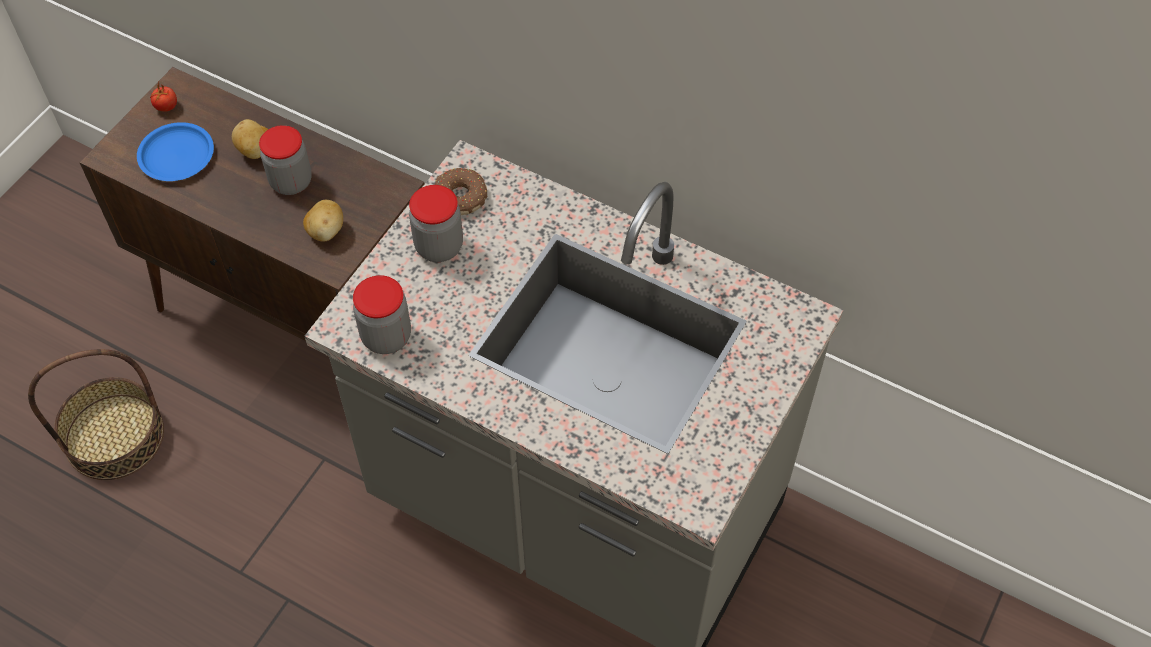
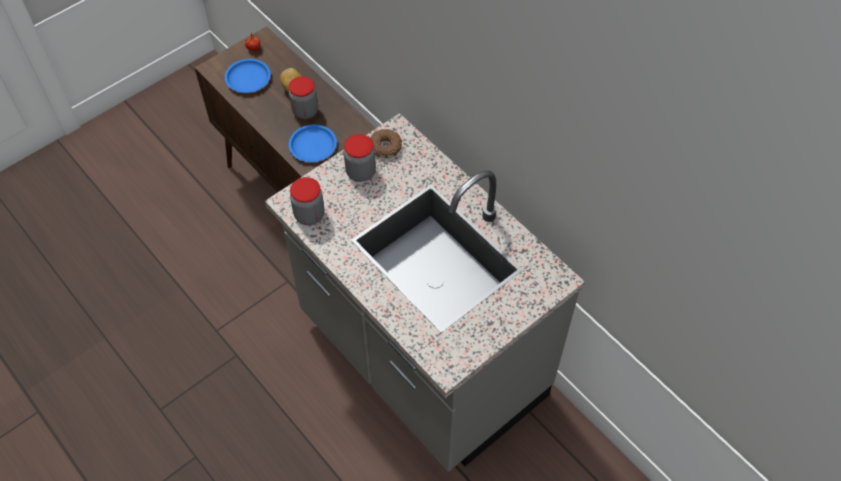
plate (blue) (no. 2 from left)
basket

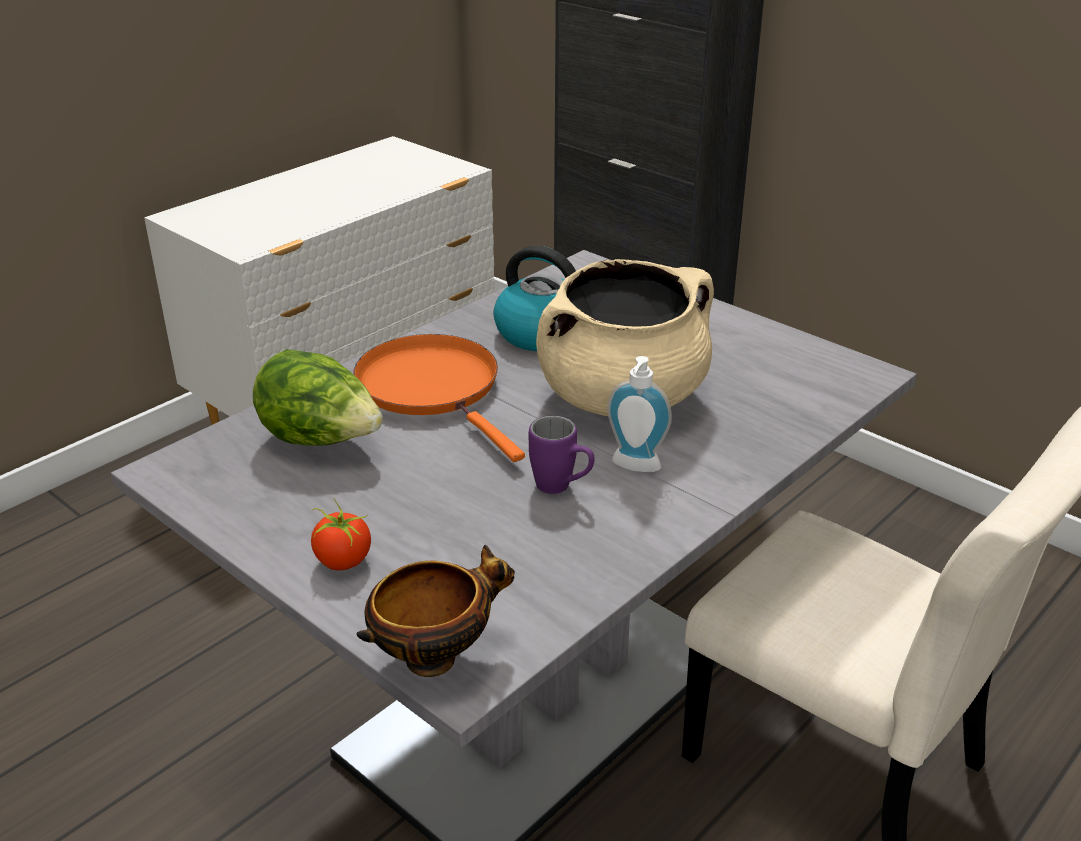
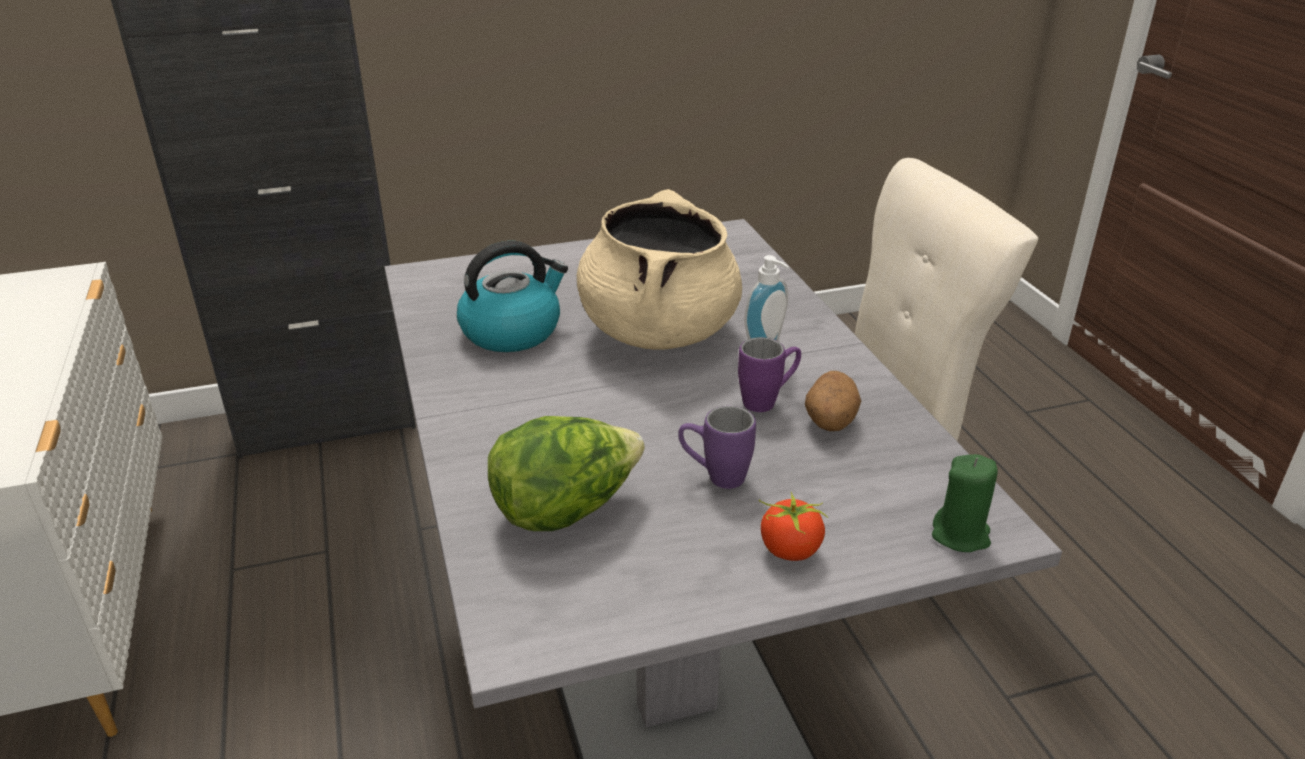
frying pan (orange)
candle (green)
potato
mug (purple) (no. 1 from left)

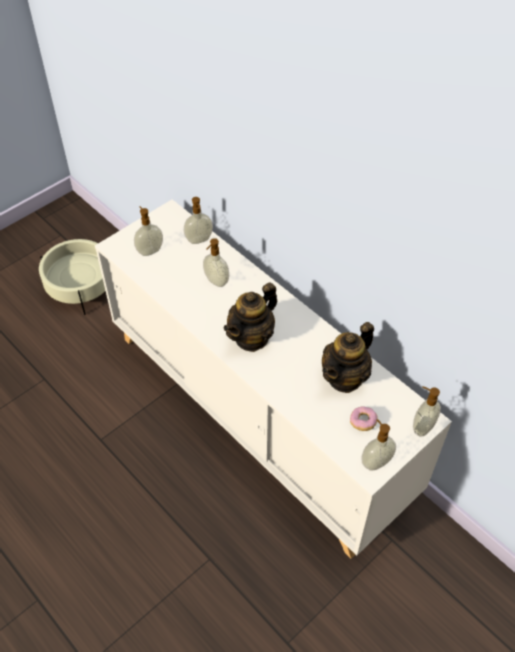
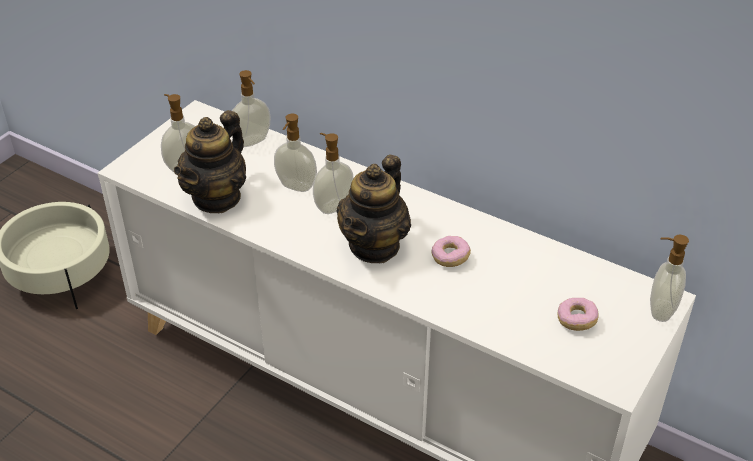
teapot (no. 1 from left)
soap dispenser (no. 4 from left)
donut (no. 1 from left)

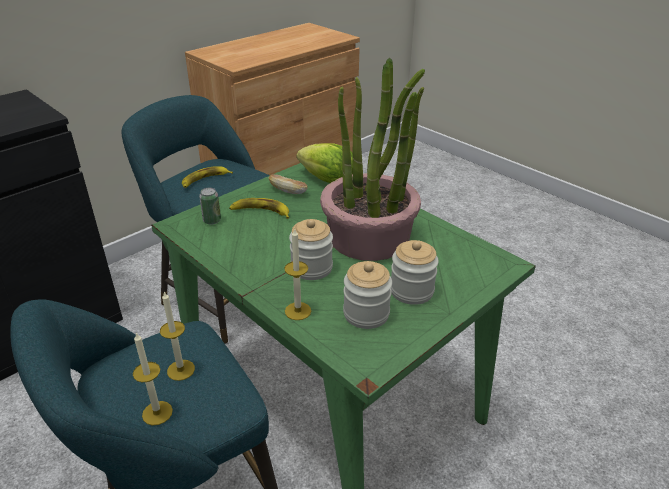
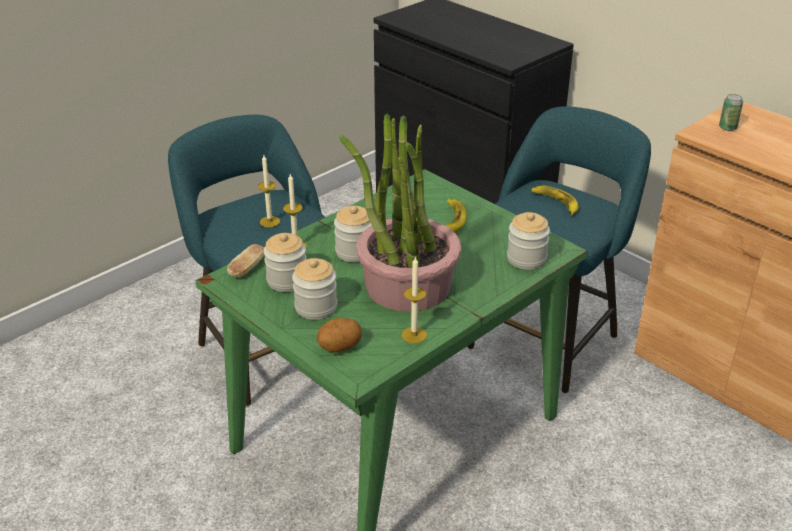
jar (no. 4 from left)
bread
can
candle (no. 3 from left)
potato

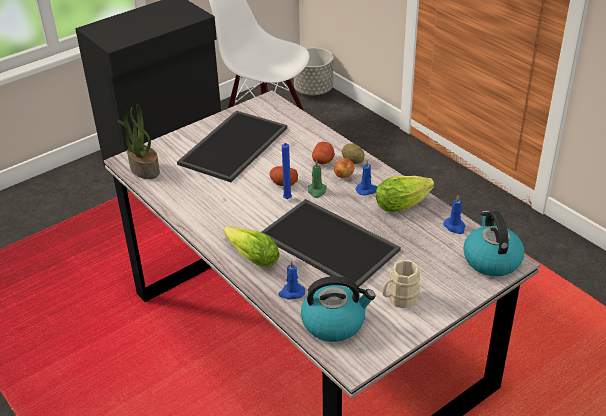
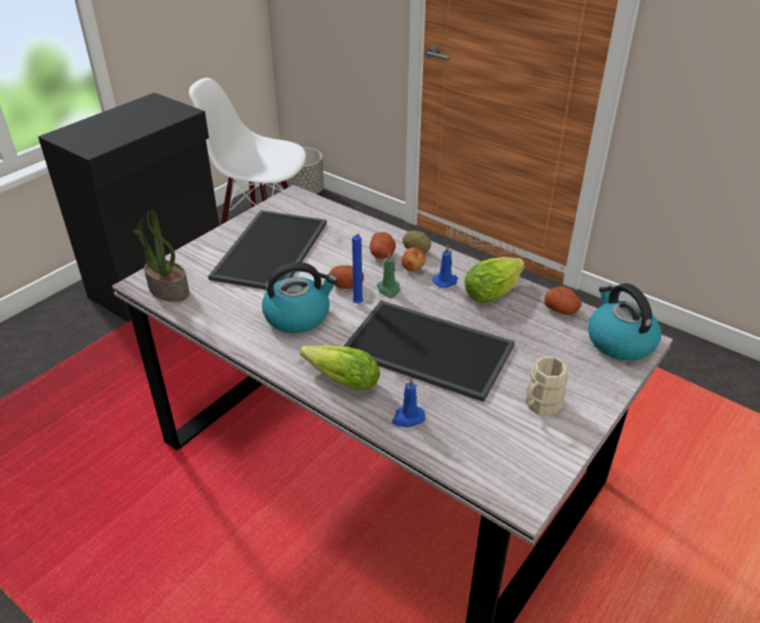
potato (no. 4 from left)
kettle (no. 1 from left)

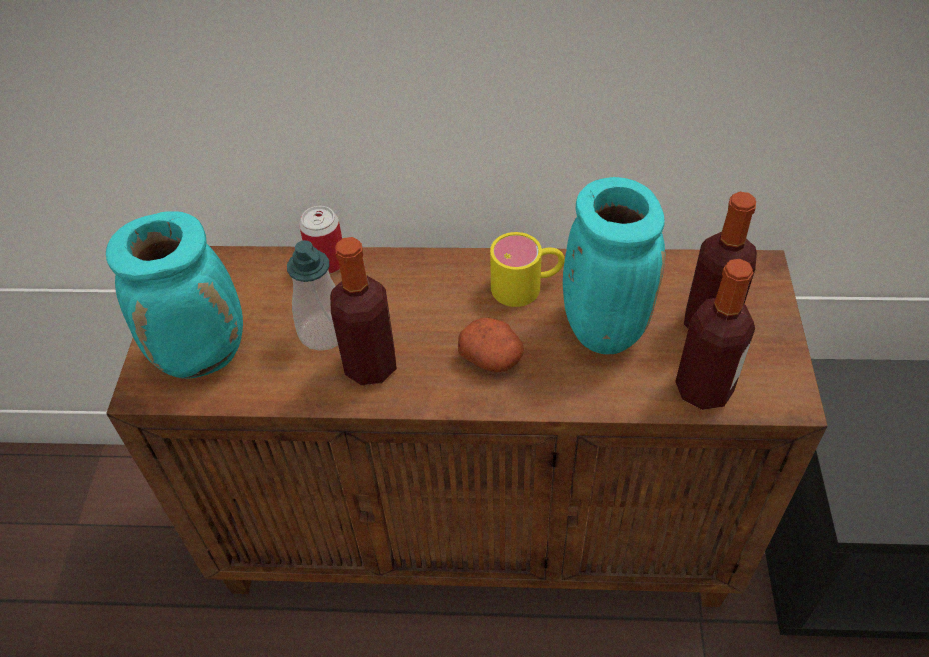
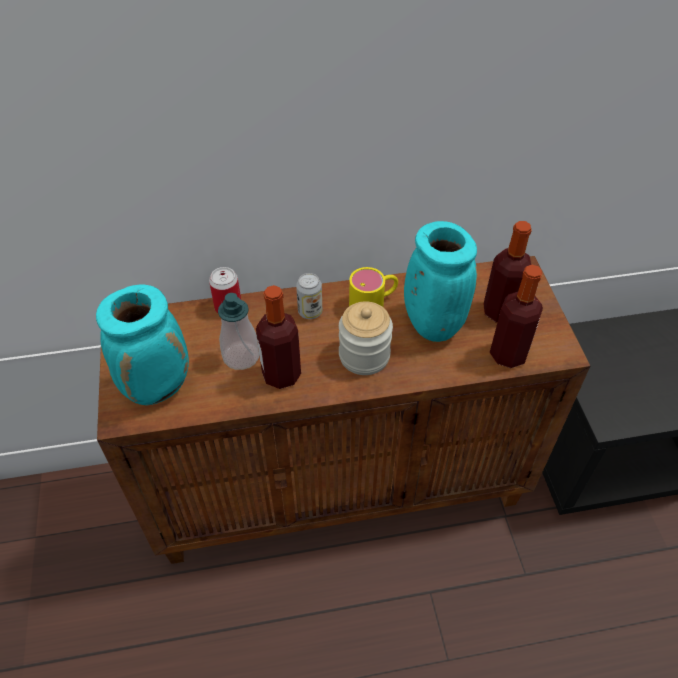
jar
can (no. 2 from left)

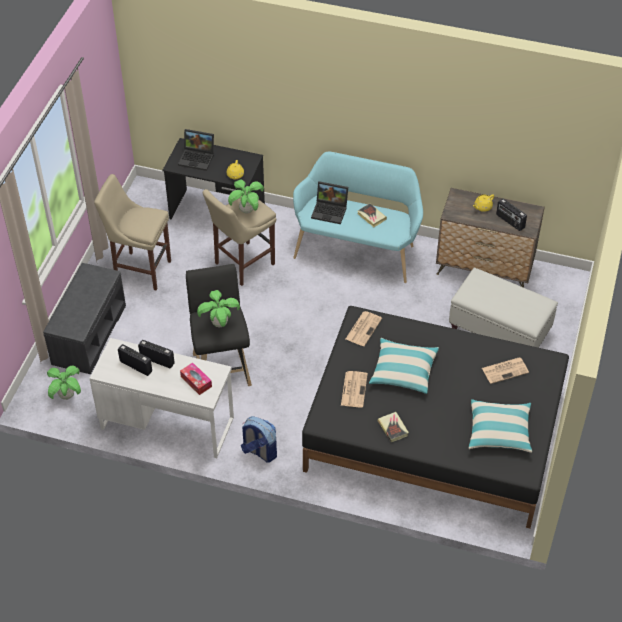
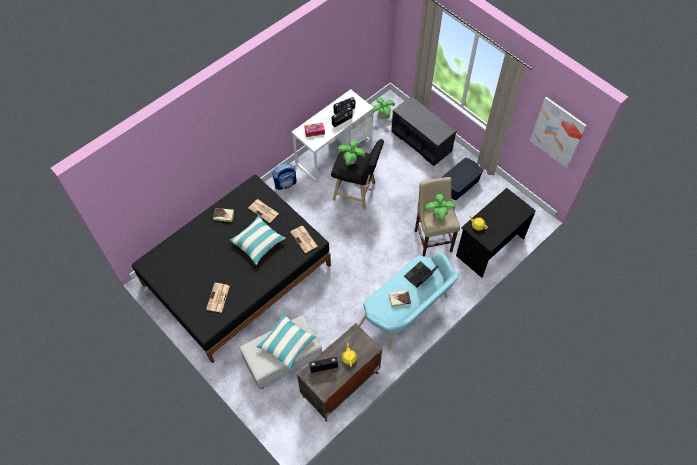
laptop (no. 1 from left in the first image)
storage box (blue)
pillow (no. 2 from left)
picture

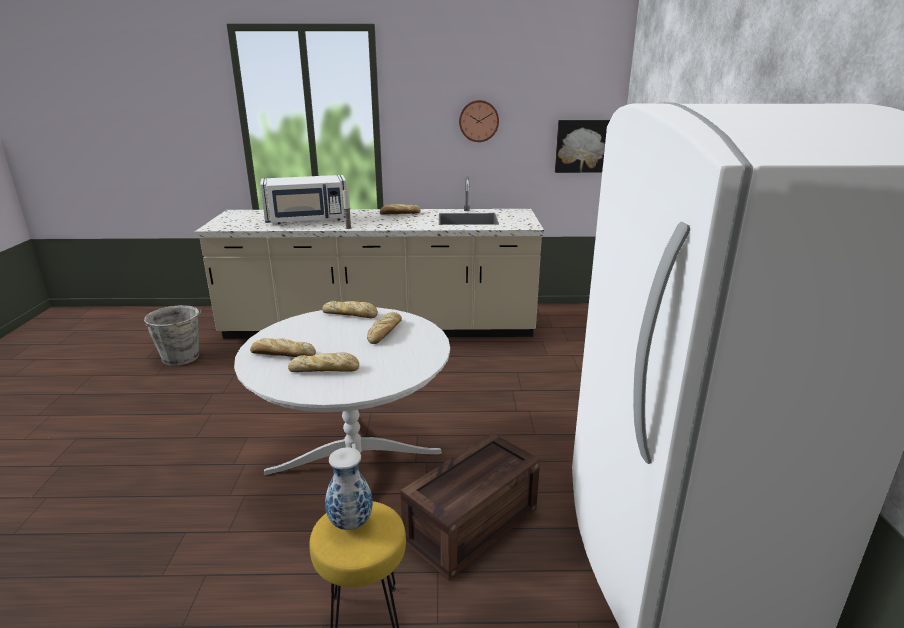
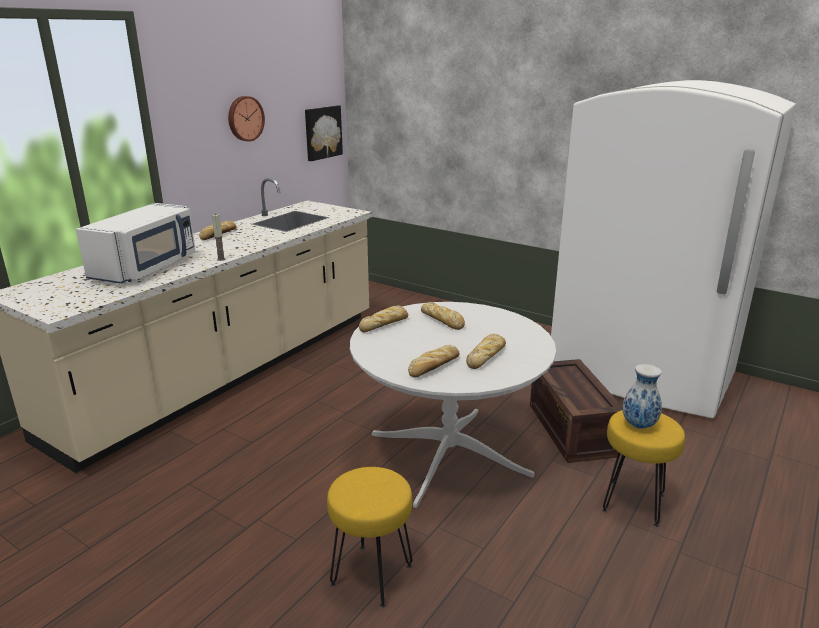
bucket (grey)
stool (yellow) (no. 1 from left)

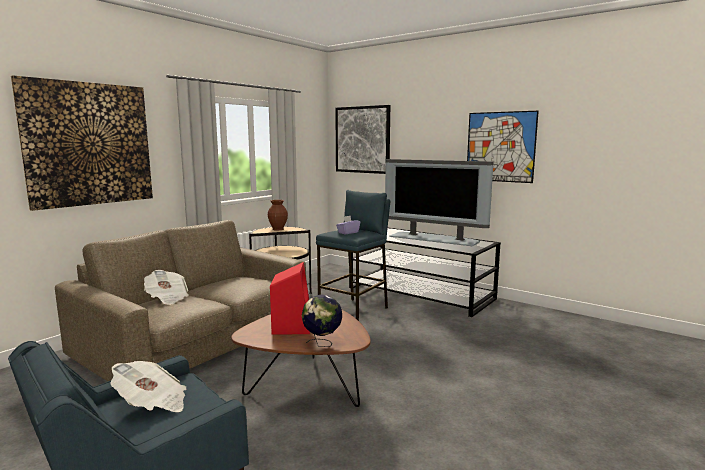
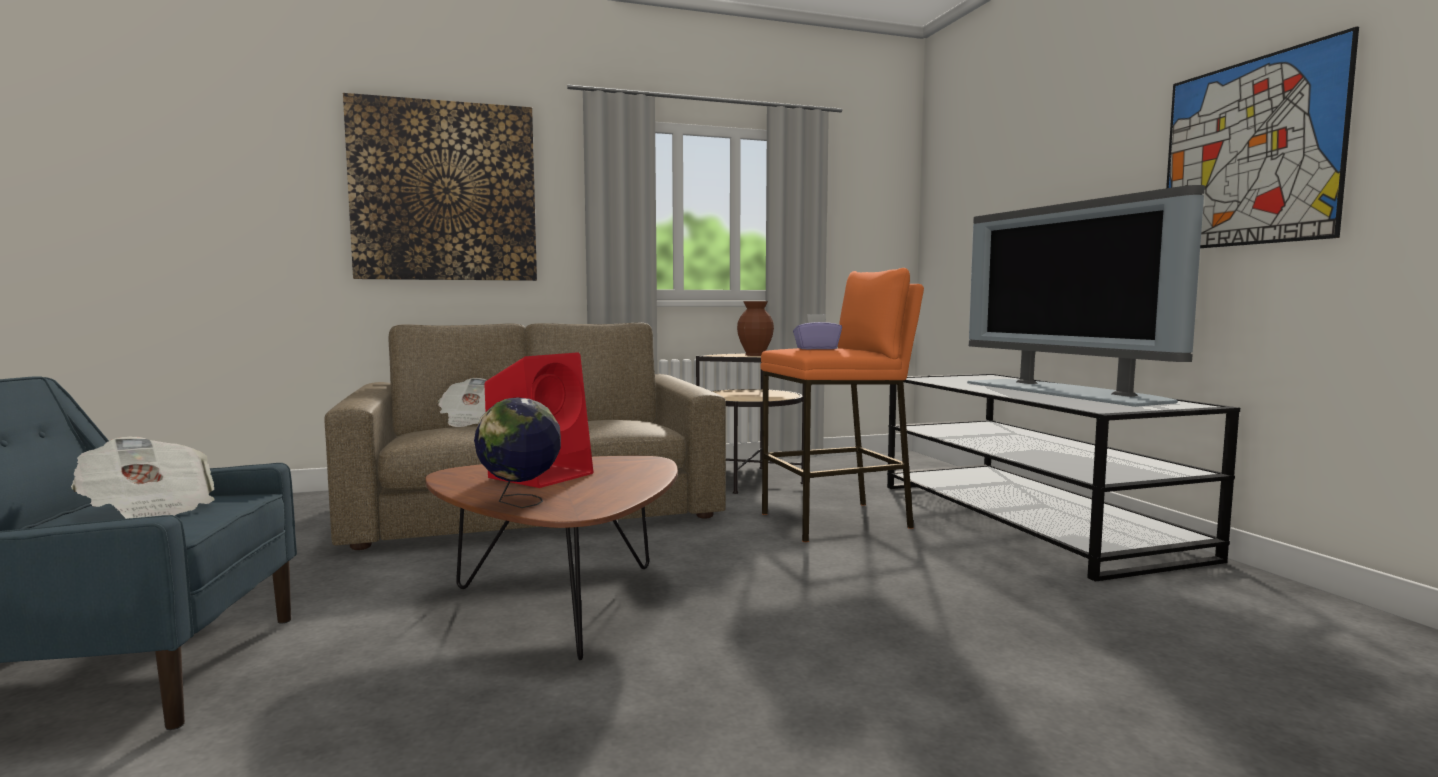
picture (no. 2 from left in the first image)
stool (orange)

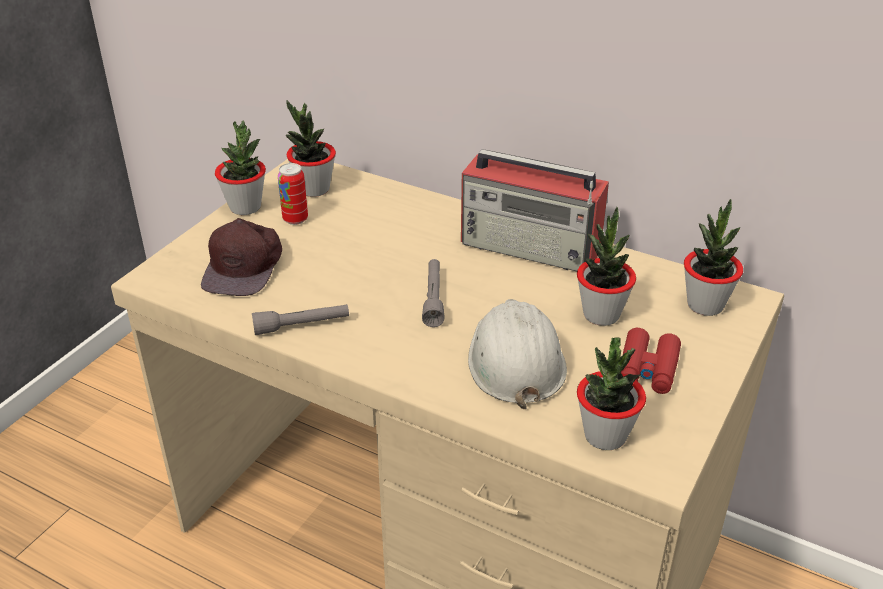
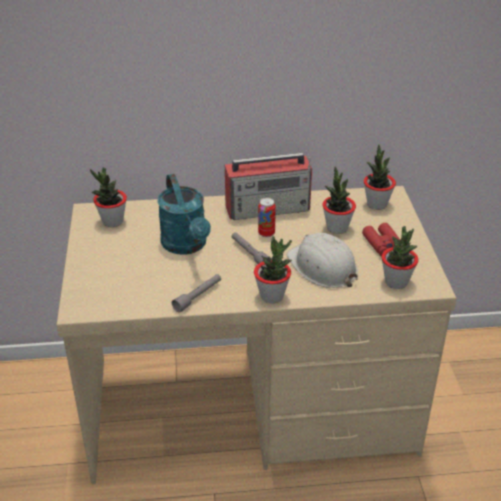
potted plant (no. 2 from left)
can
cap (brown)
watering can (turquoise)

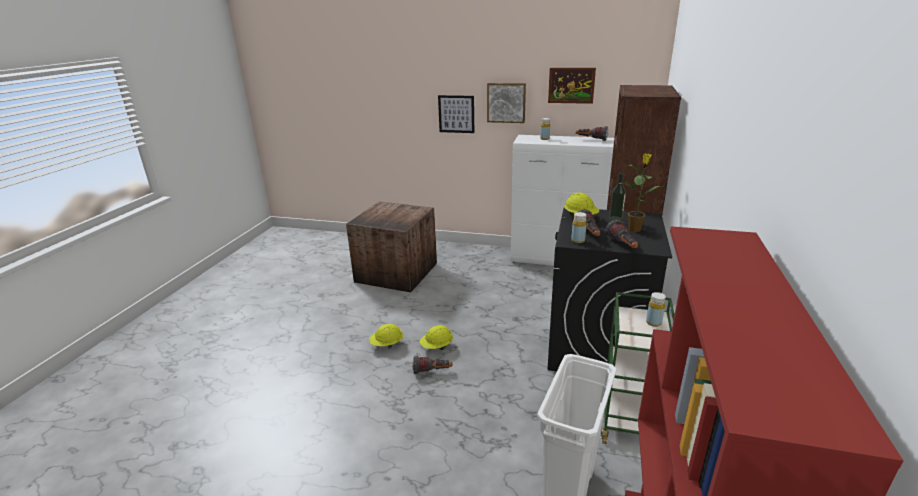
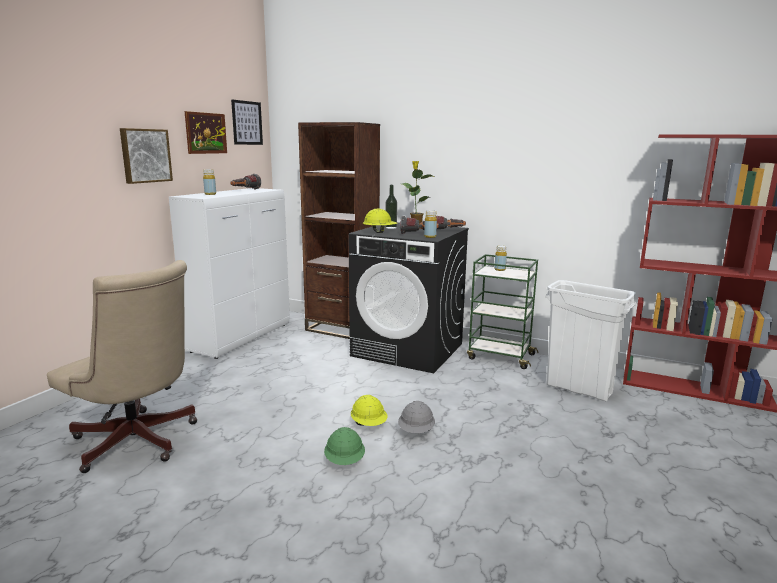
picture (no. 3 from left)
office chair (beige)
hard hat (green)
hard hat (grey)

